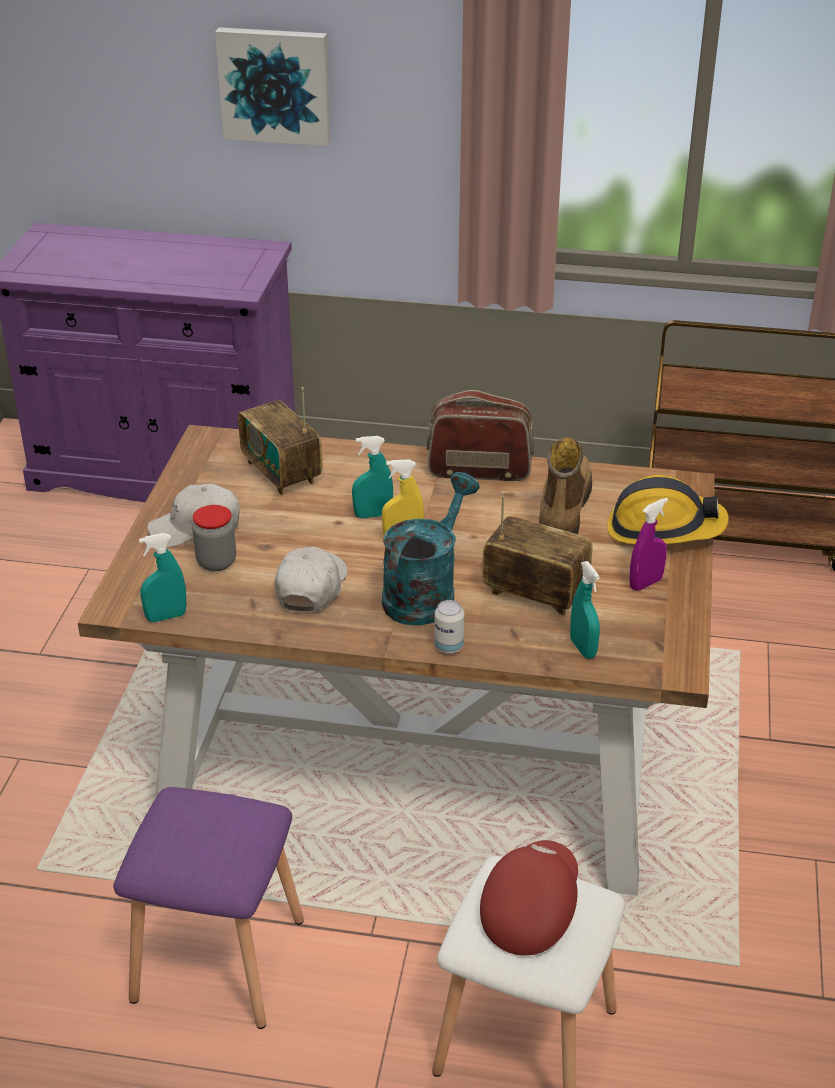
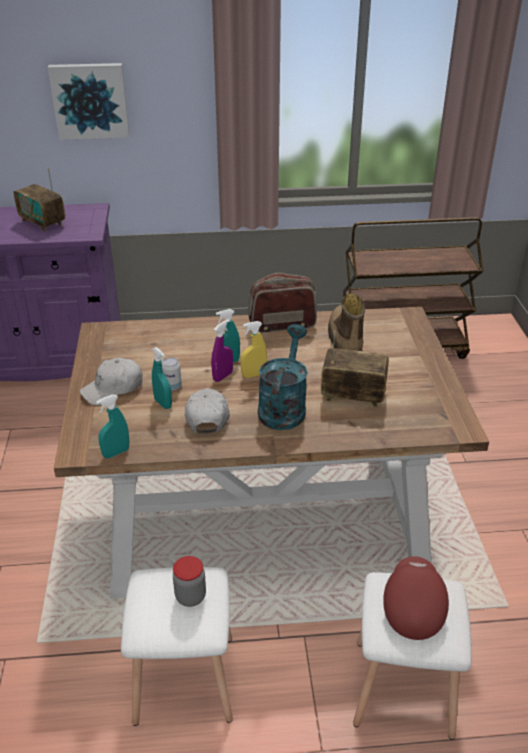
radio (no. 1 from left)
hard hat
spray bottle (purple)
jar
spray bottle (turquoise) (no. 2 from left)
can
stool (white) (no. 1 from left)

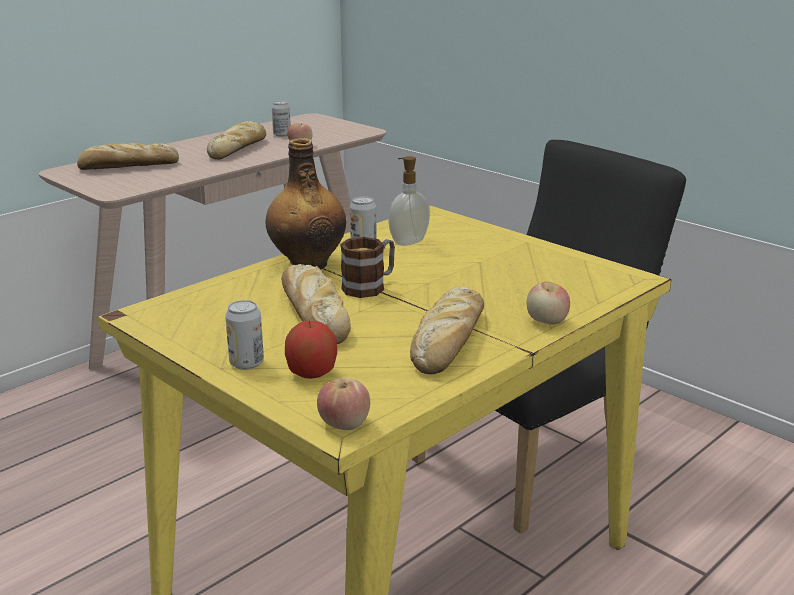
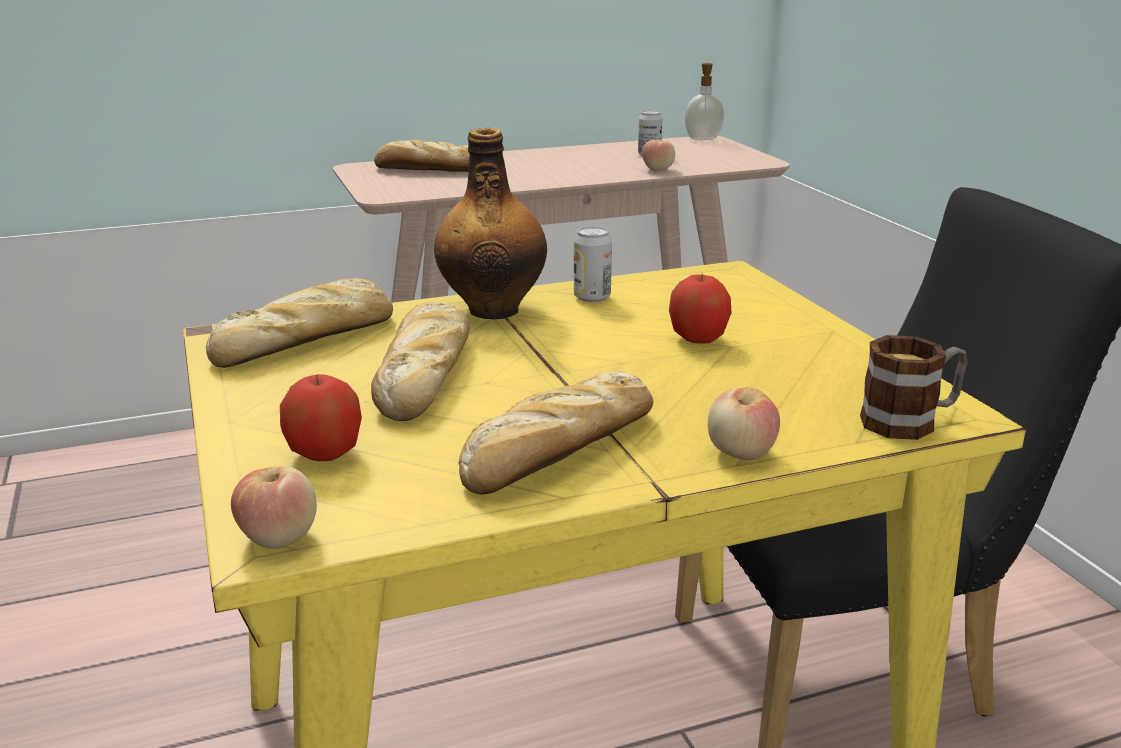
bread (no. 1 from left)
soap dispenser
mug
can (no. 1 from left in the first image)
apple (no. 4 from left)

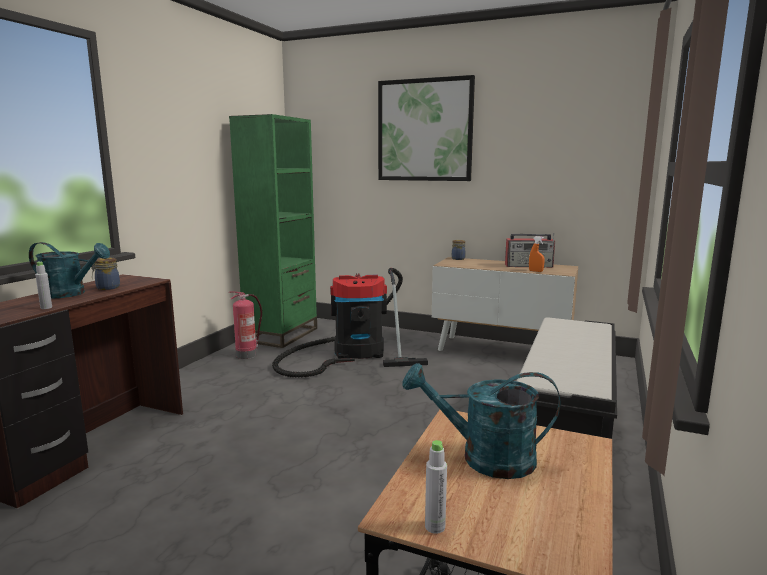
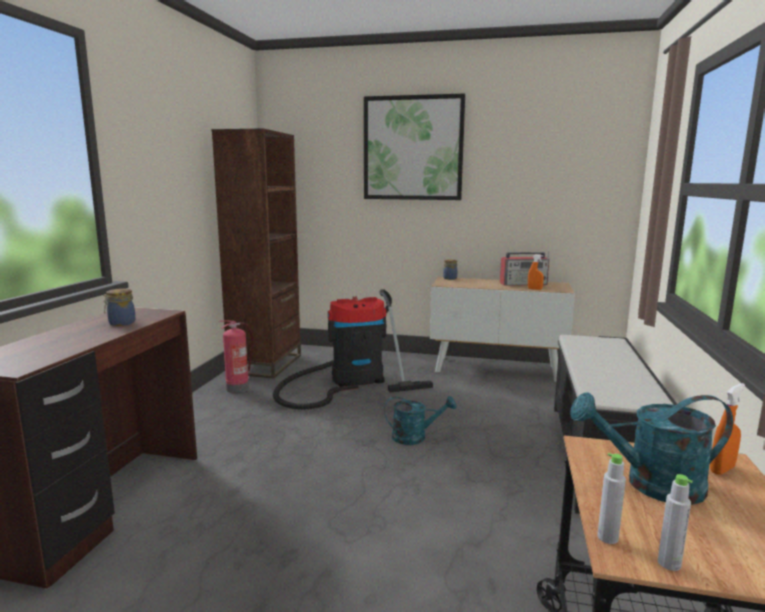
bookcase (brown)
watering can (turquoise) (no. 1 from left)
bottle (grey) (no. 1 from left)
spray bottle (orange) (no. 2 from left)

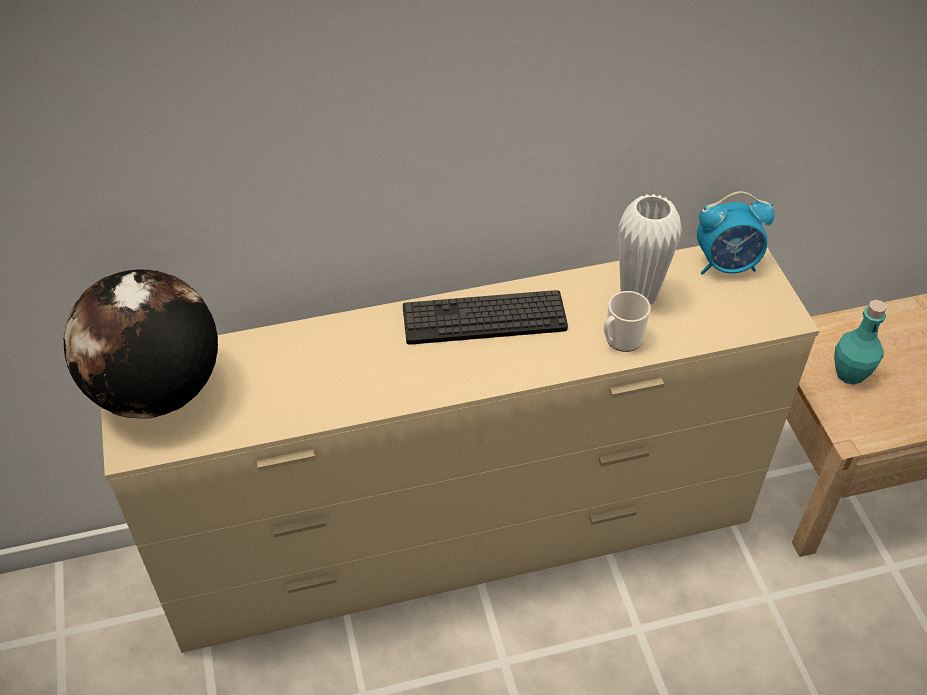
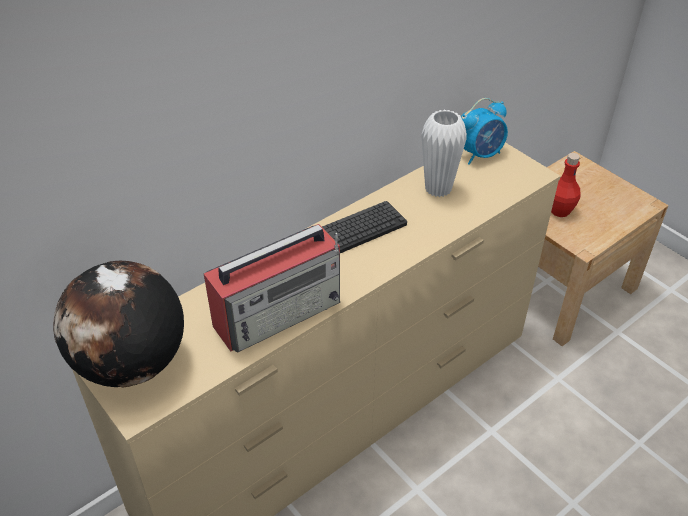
mug
bottle (red)
radio

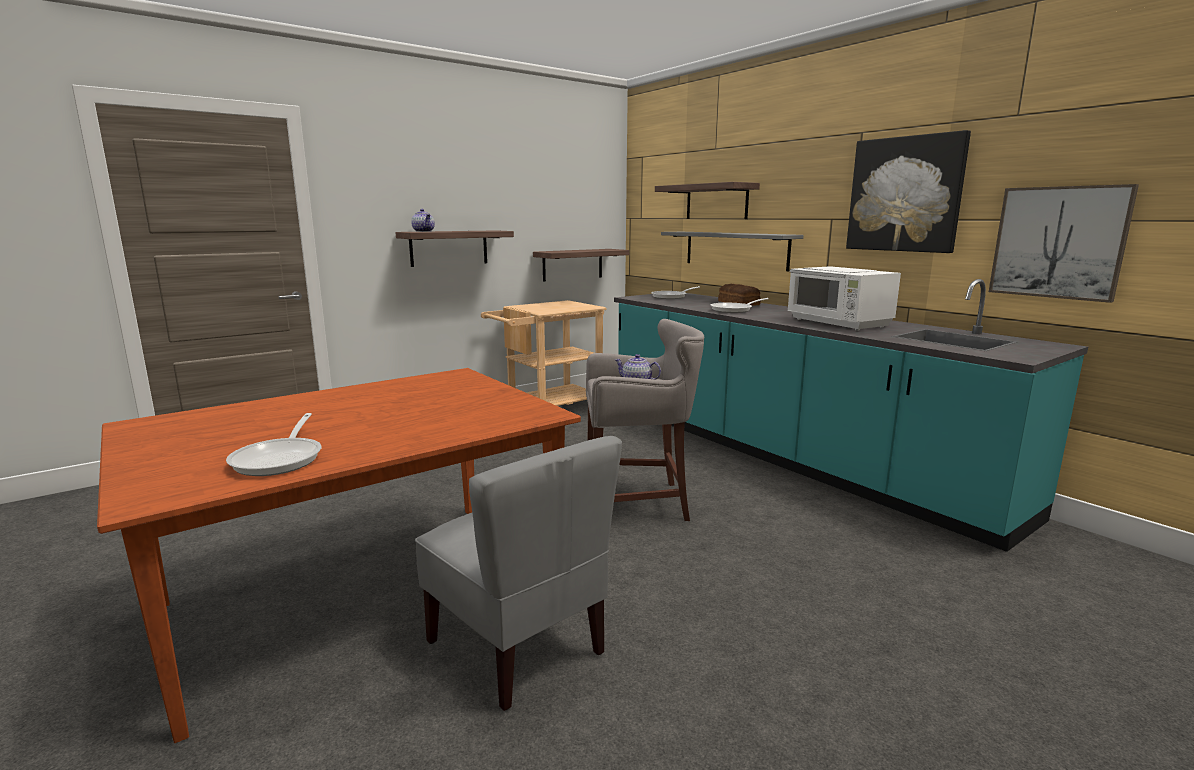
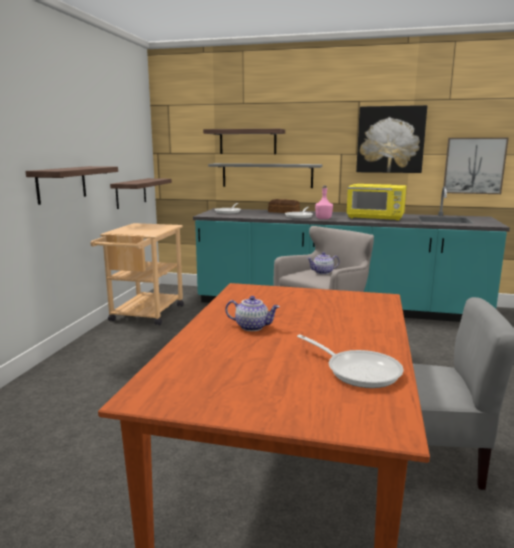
teapot (no. 1 from left)
microwave (yellow)
bottle (pink)

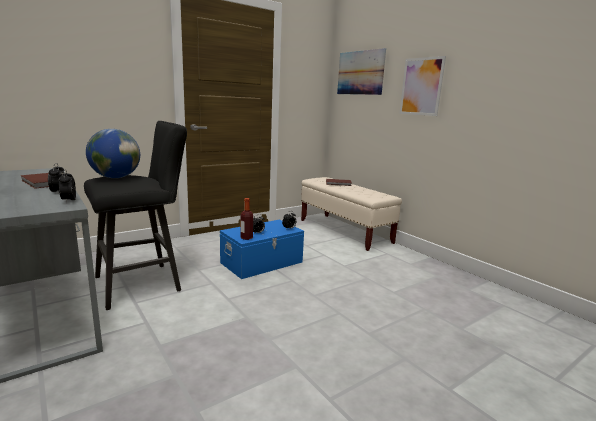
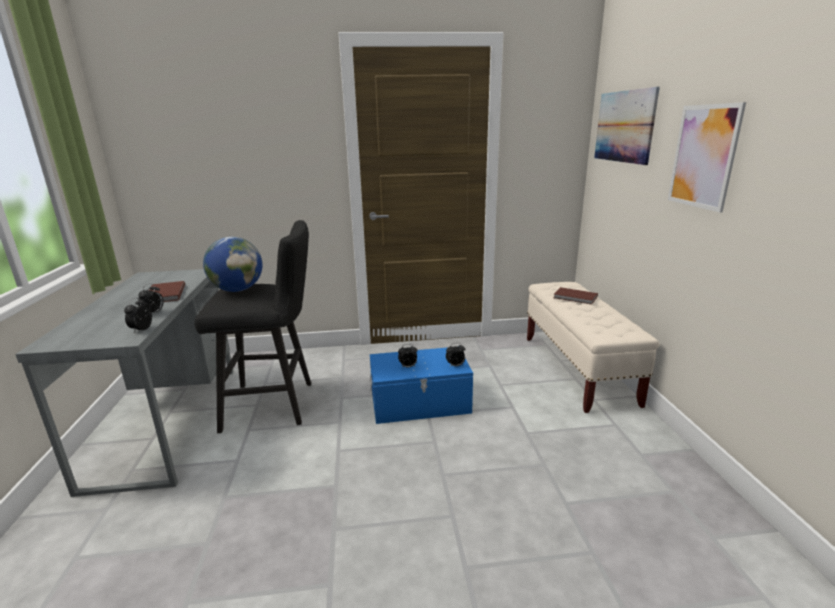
bottle

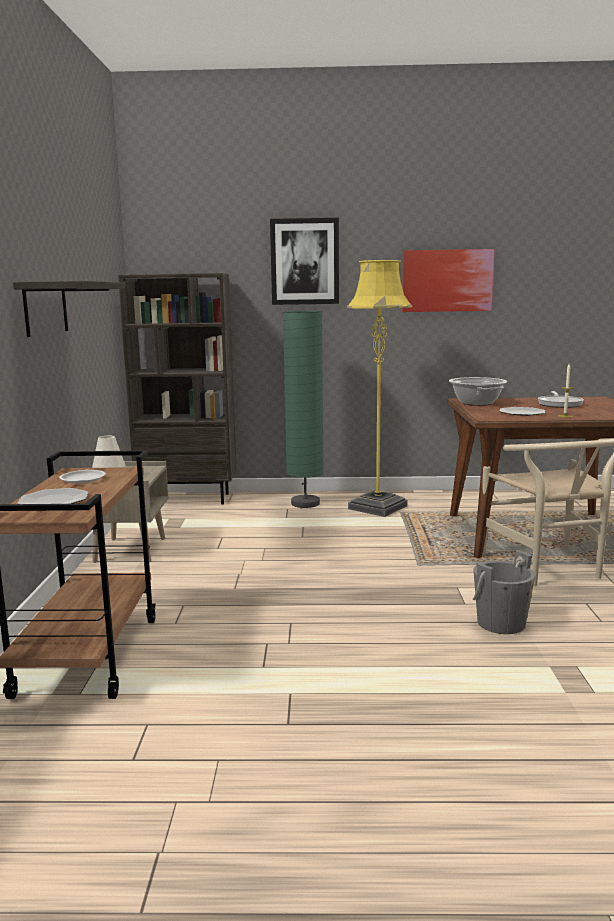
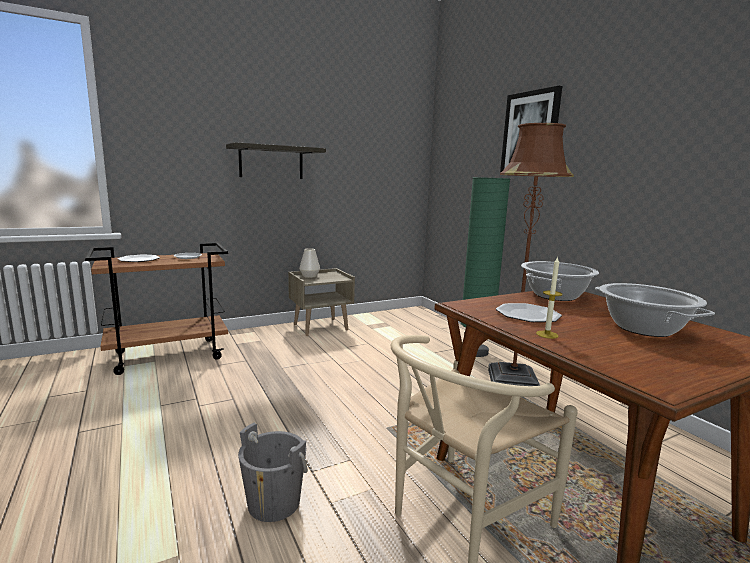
picture (no. 2 from left in the first image)
floor lamp (brown)
bookcase (brown)
cooking pot (no. 2 from left)

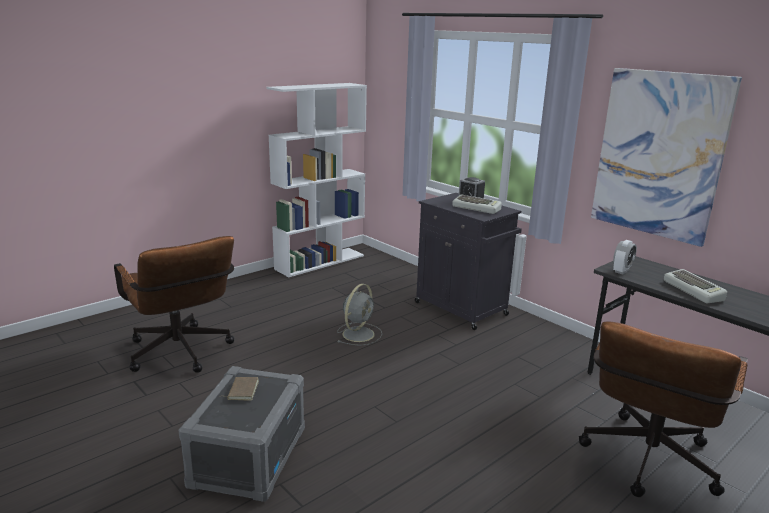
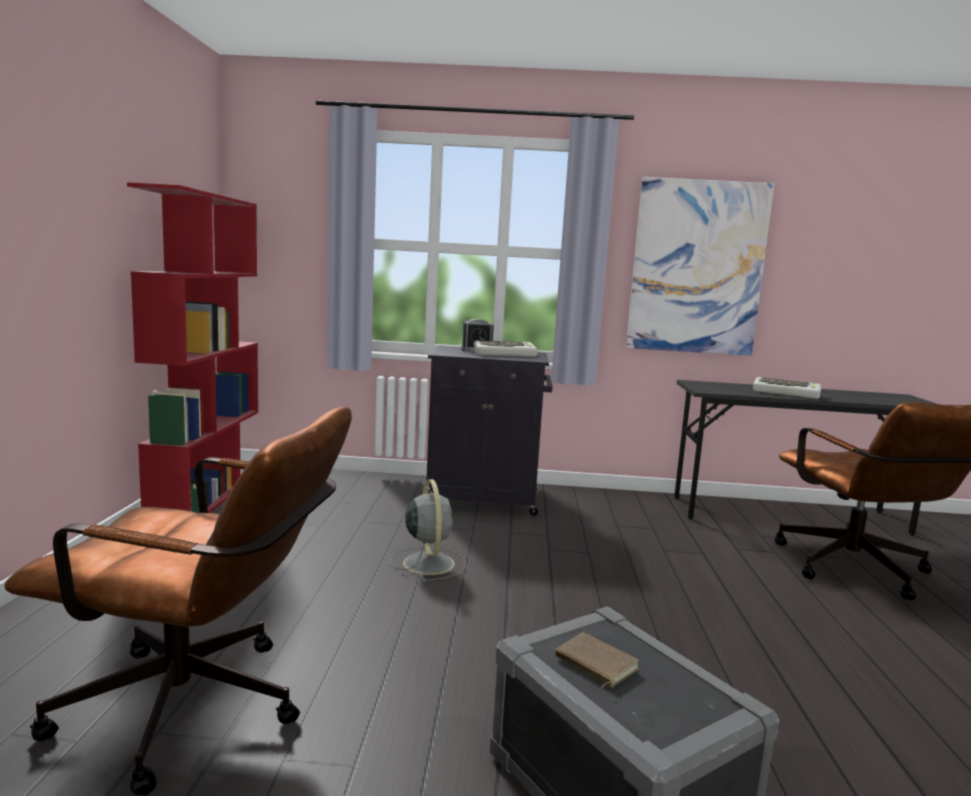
bookcase (red)
alarm clock (no. 2 from left in the first image)

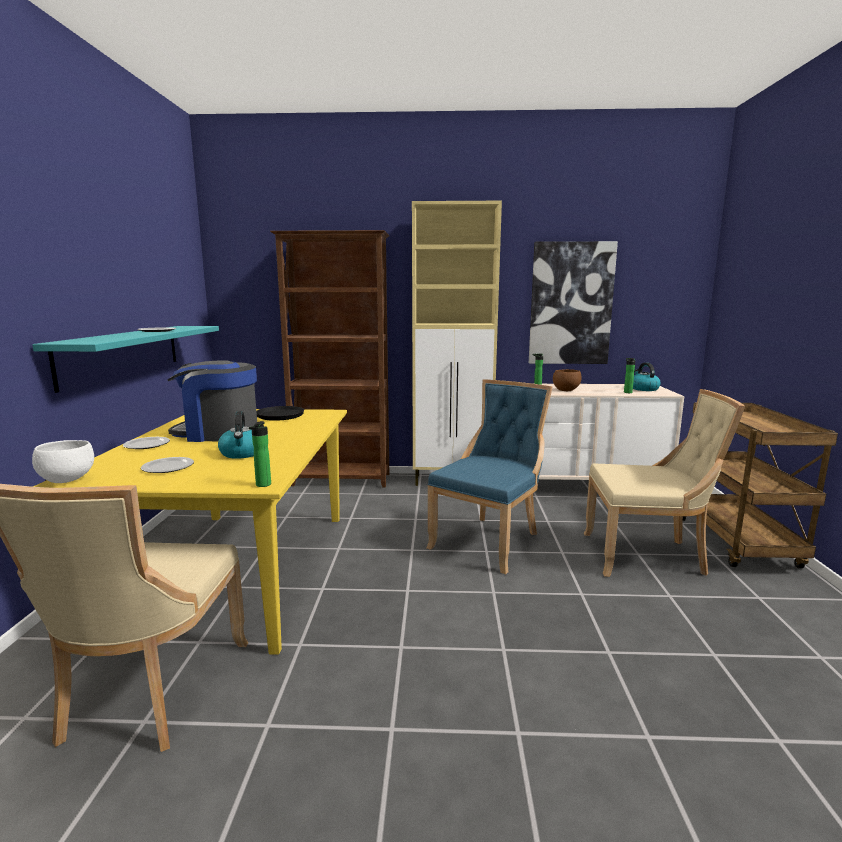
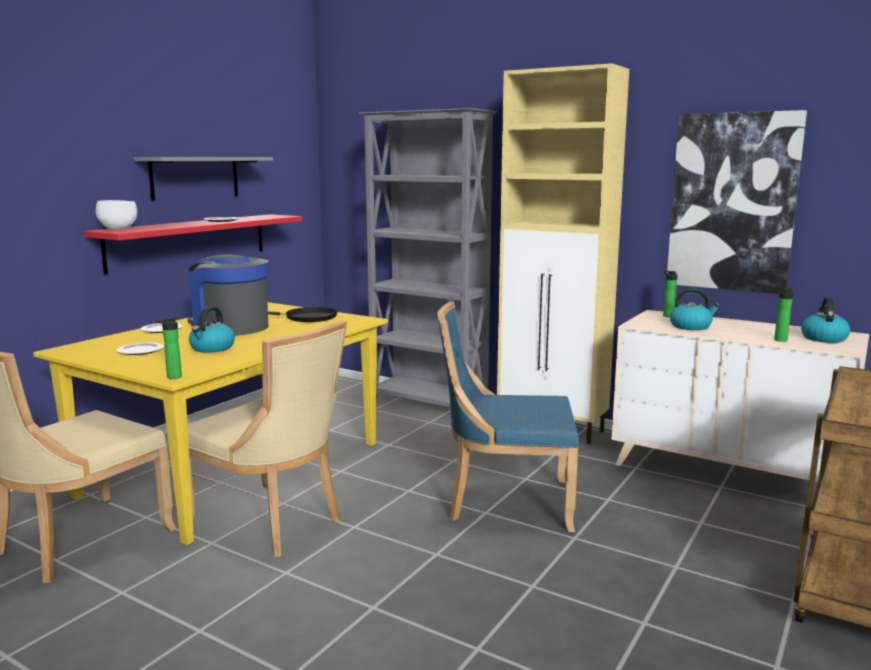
bookcase (grey)
shelf (red)
kettle (no. 2 from left)
chair (blue)
chair (beige) (no. 2 from left)
bowl (white)
shelf (grey)

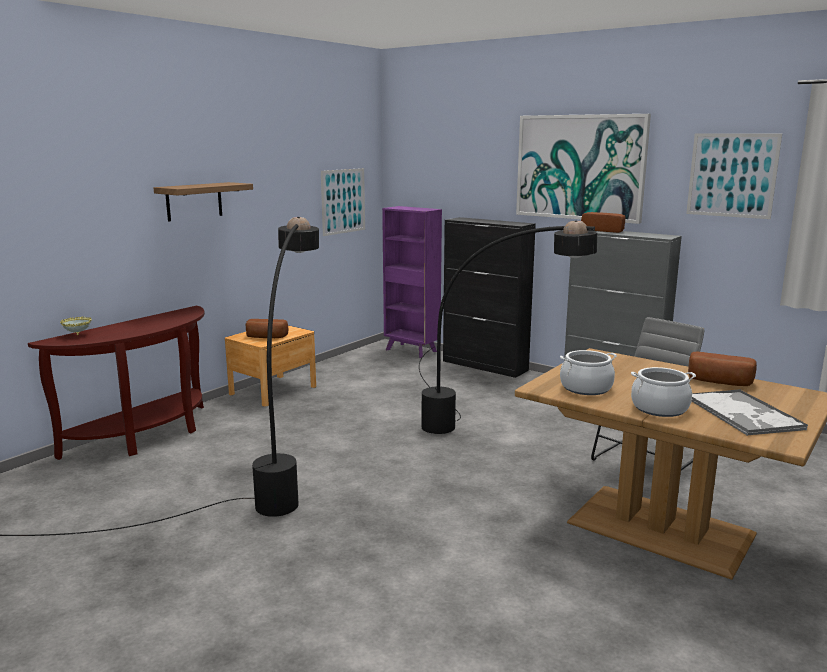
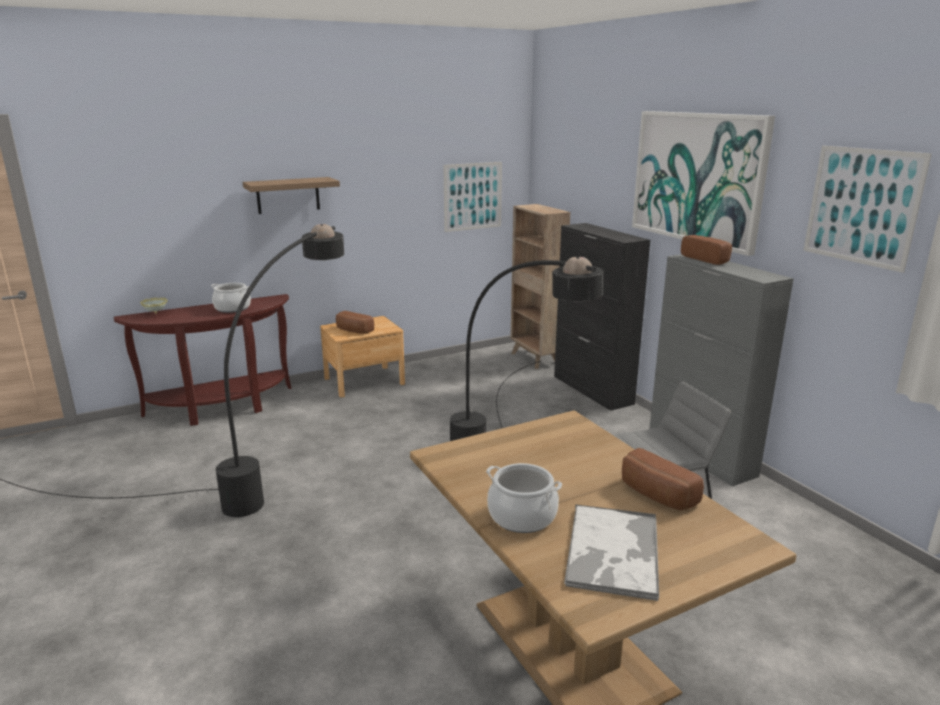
bookcase (brown)
cooking pot (no. 1 from left)

